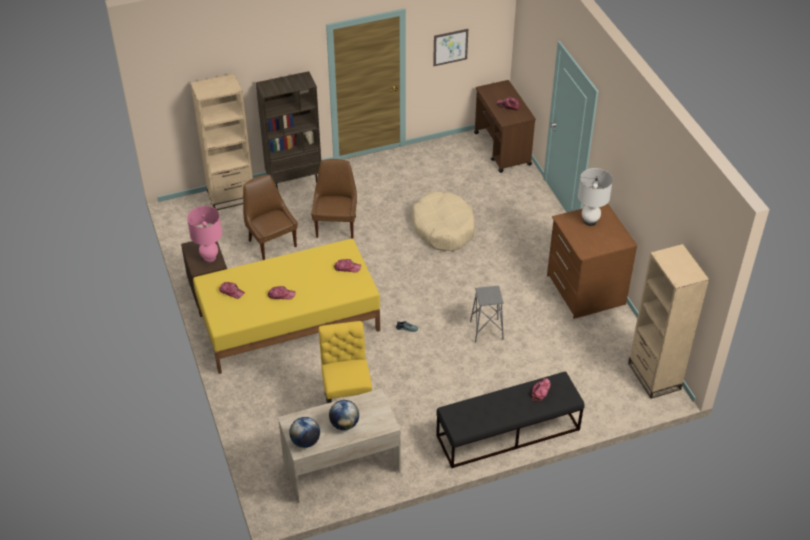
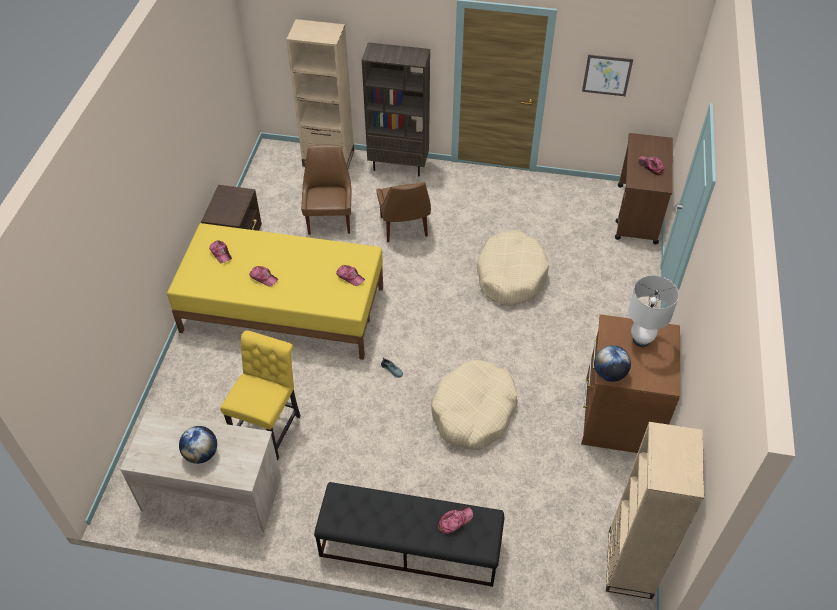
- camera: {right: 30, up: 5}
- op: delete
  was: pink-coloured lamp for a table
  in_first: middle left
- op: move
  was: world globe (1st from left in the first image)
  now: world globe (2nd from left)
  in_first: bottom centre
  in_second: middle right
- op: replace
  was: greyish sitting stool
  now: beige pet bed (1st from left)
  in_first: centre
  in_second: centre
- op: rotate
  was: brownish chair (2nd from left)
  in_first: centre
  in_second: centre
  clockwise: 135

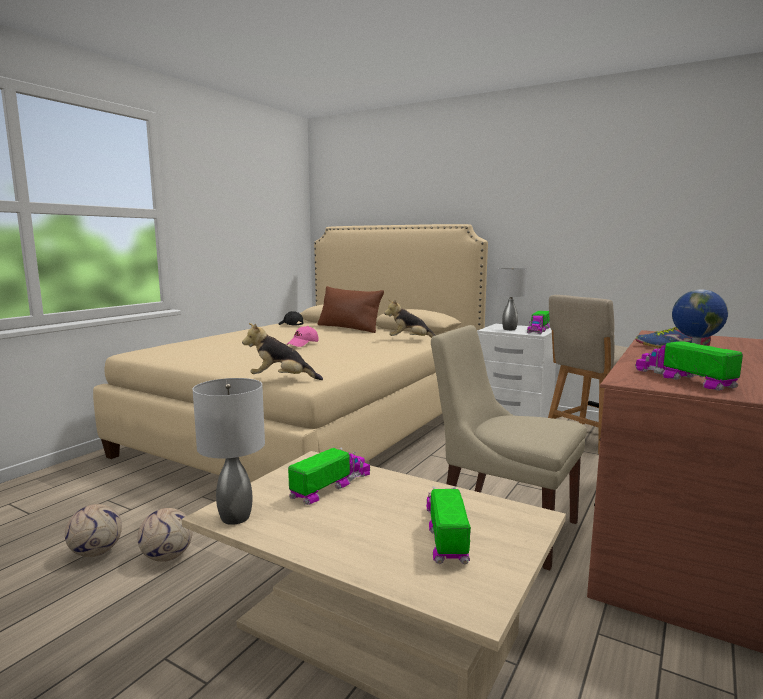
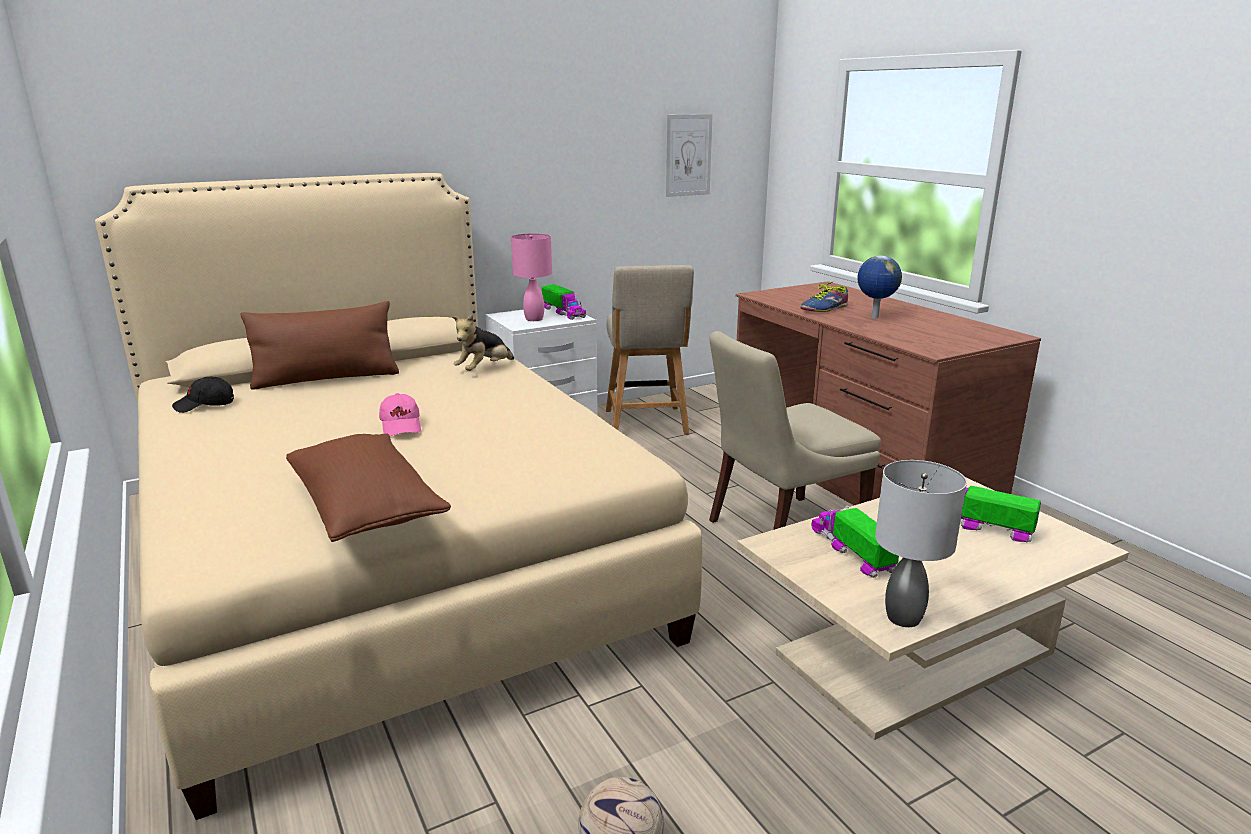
- camera: {right: -60, up: 10}
- op: delete
  was: ball for football (2nd from left)
  in_first: bottom left
- op: delete
  was: cuddly toy (1st from left)
  in_first: centre
- op: delete
  was: toy truck (4th from left)
  in_first: middle right
- op: insert
  now: brownish throw pillow (2nd from left)
  in_second: middle left
- op: insert
  now: wall picture
  in_second: top centre
- op: recolor
  was: greyish lamp for a table (2nd from left)
  now: pink-coloured lamp for a table
  in_first: middle right
  in_second: top centre

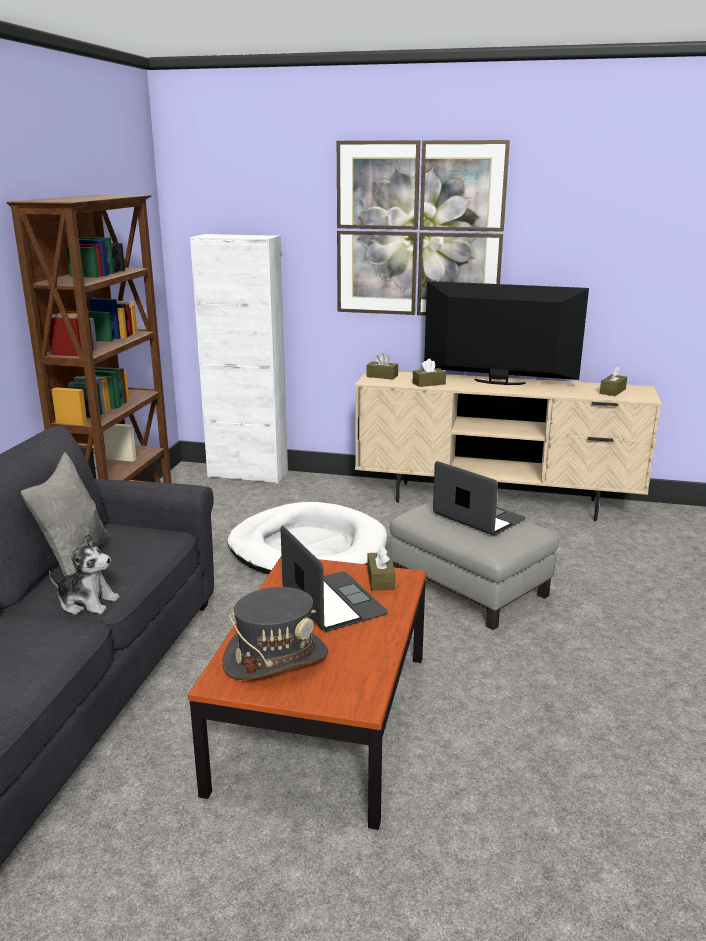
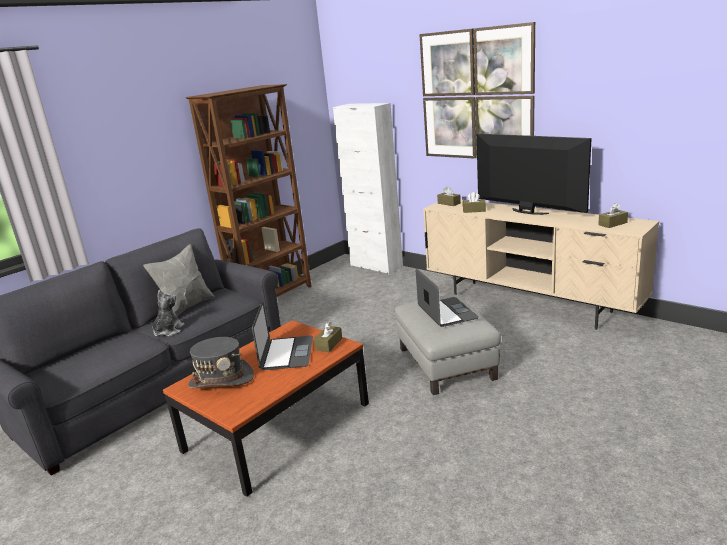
- camera: {right: 30, up: 0}
- op: delete
  was: whitish pet bed
  in_first: centre
- op: rotate
  was: cuddly toy
  in_first: middle left
  in_second: middle left
  clockwise: -120

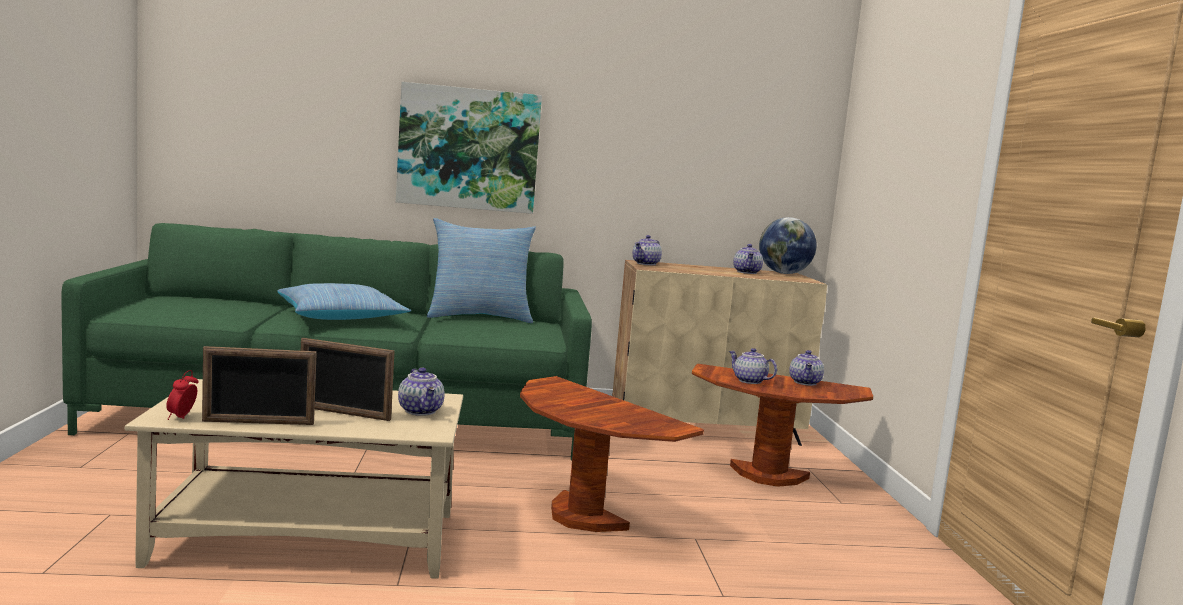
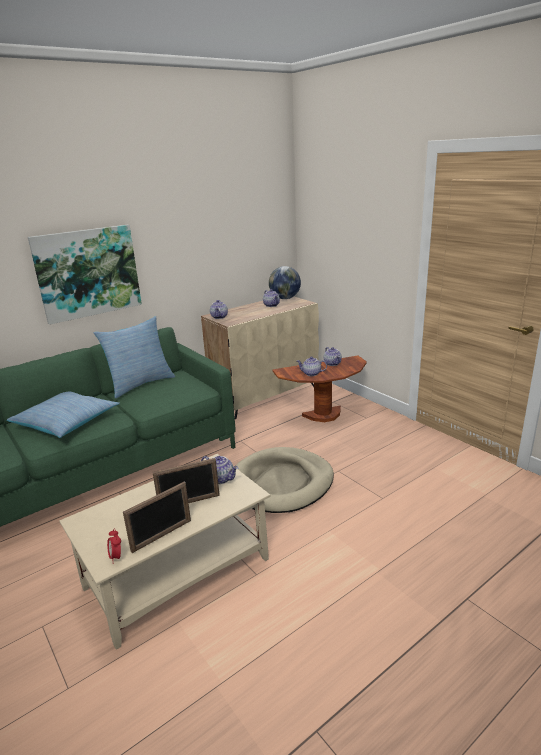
- camera: {right: -30, up: 15}
- op: replace
  was: brownish side table (1st from left)
  now: beige pet bed
  in_first: bottom centre
  in_second: centre

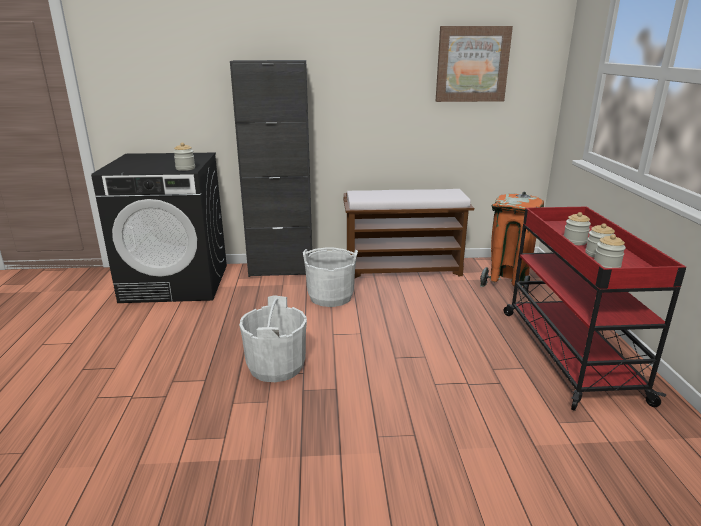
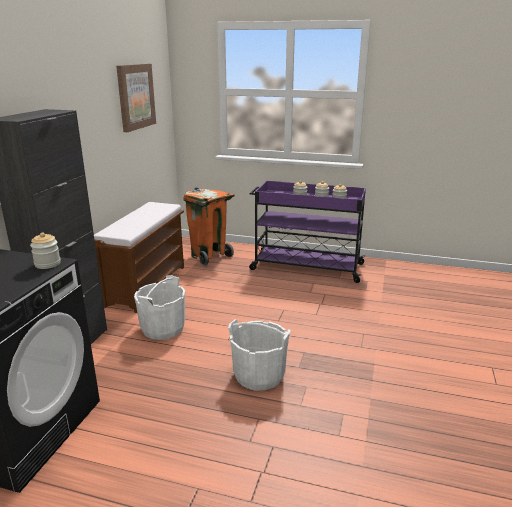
- camera: {right: -70, up: 0}
- op: recolor
  was: red cart
  now: purple cart
  in_first: middle right
  in_second: centre

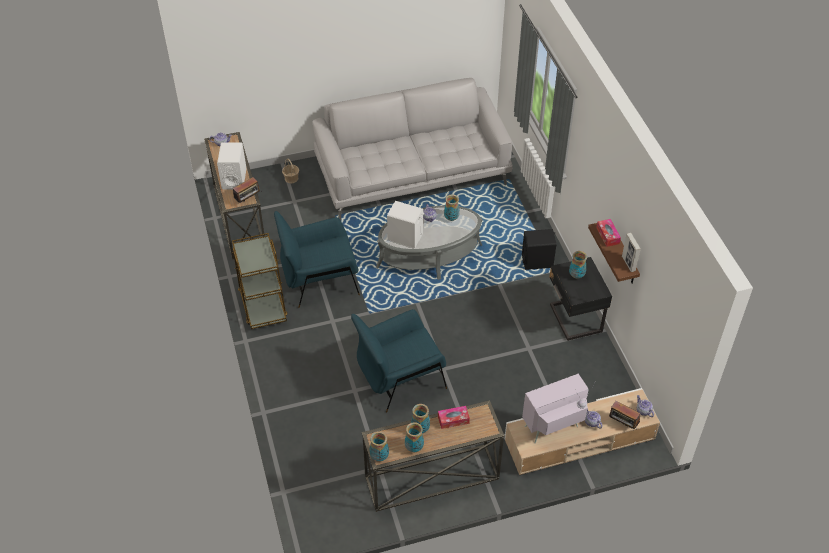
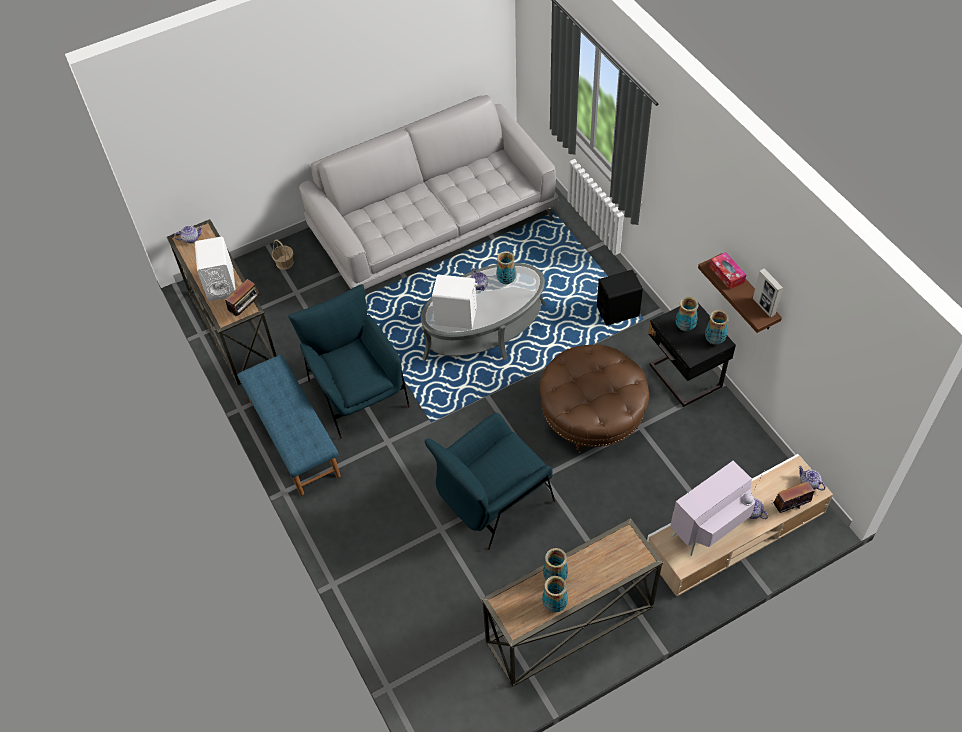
- camera: {right: -10, up: 5}
- op: delete
  was: box of tissues (1st from left)
  in_first: bottom centre
- op: insert
  now: brownish ottoman
  in_second: centre
- op: move
  was: vase (1st from left in the first image)
  now: vase (5th from left)
  in_first: bottom centre
  in_second: middle right
- op: replace
  was: brownish cart
  now: blue-coloured indoor bench
  in_first: middle left
  in_second: middle left
- op: rotate
  was: blue-coloured armchair (1st from left)
  in_first: centre
  in_second: centre
  clockwise: 90
- op: rotate
  was: radio (2nd from left)
  in_first: bottom right
  in_second: bottom right
  clockwise: 135

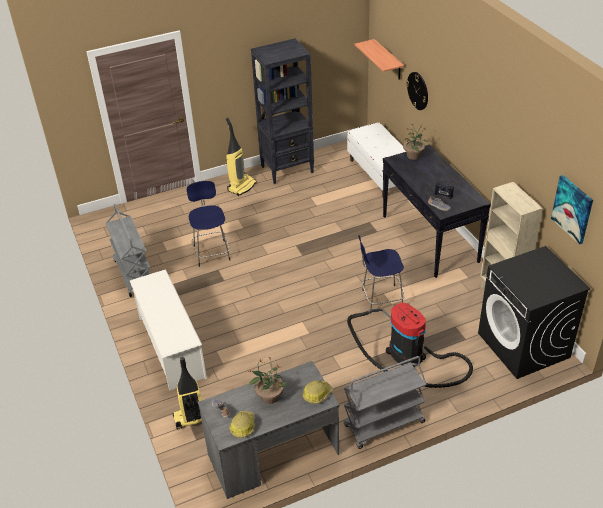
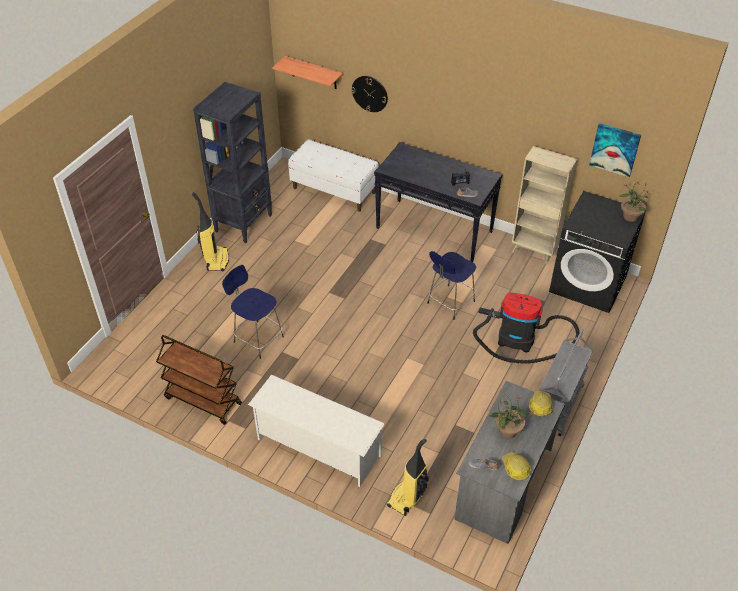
- camera: {right: -40, up: 5}
- op: move
  was: plant in a pot (2nd from left)
  in_first: top right
  in_second: middle right
- op: recolor
  was: greyish cart (1st from left)
  now: brownish cart
  in_first: middle left
  in_second: middle left

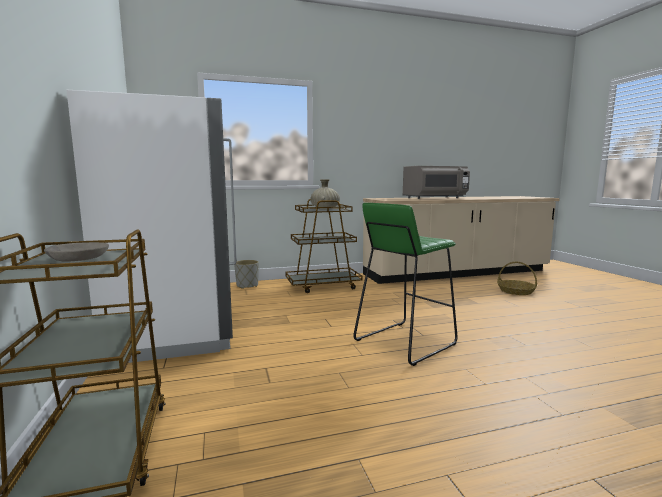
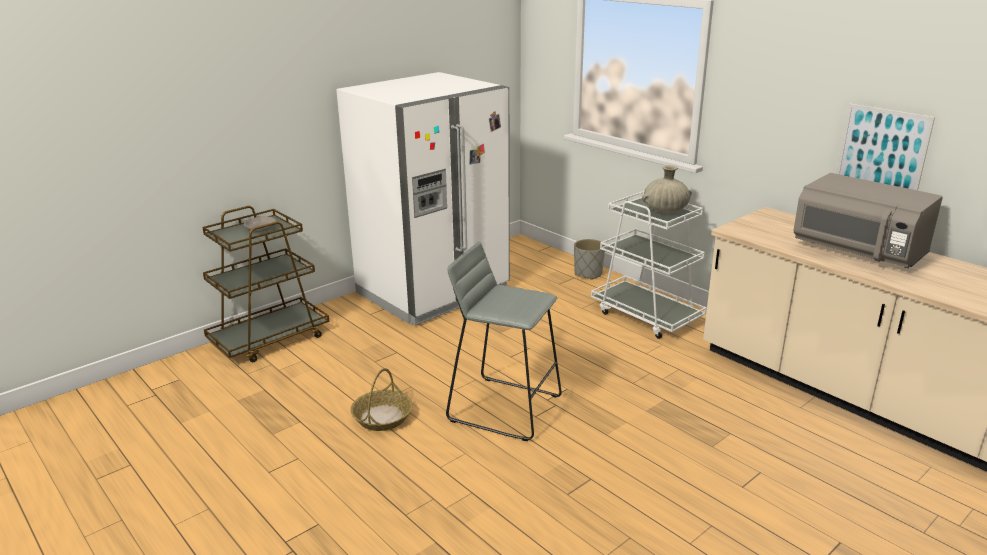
- camera: {right: 65, up: 15}
- op: insert
  now: wall picture
  in_second: top right
- op: move
  was: basket
  in_first: middle right
  in_second: bottom centre
- op: recolor
  was: brownish cart (2nd from left)
  now: whitish cart
  in_first: centre
  in_second: centre
- op: recolor
  was: green sitting stool
  now: greyish sitting stool
  in_first: centre
  in_second: centre

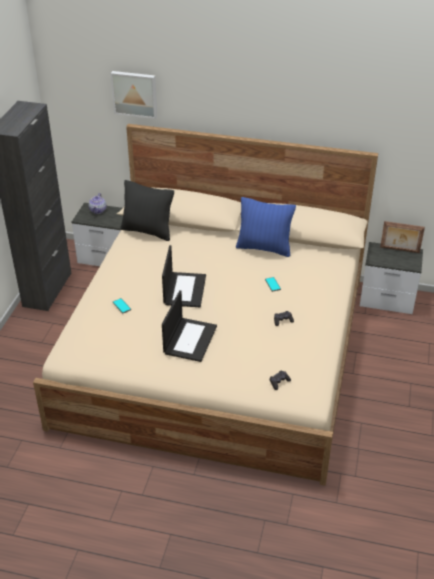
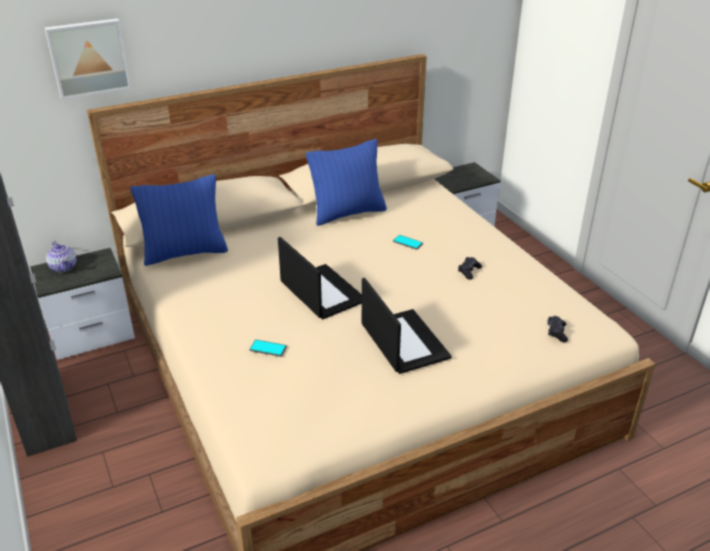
- camera: {right: -40, up: -5}
- op: delete
  was: photo frame
  in_first: middle right
- op: recolor
  was: black throw pillow
  now: blue-coloured throw pillow (1st from left)
  in_first: centre
  in_second: middle left

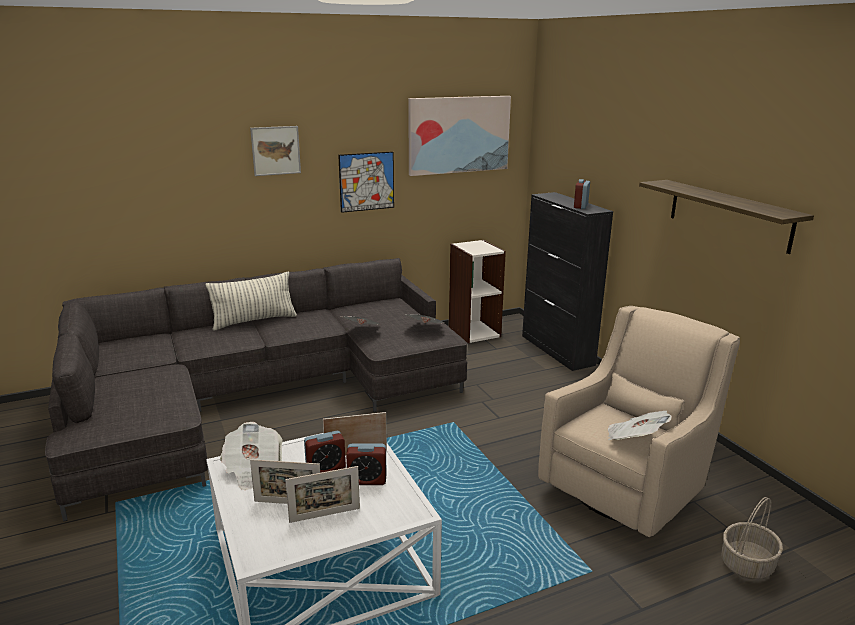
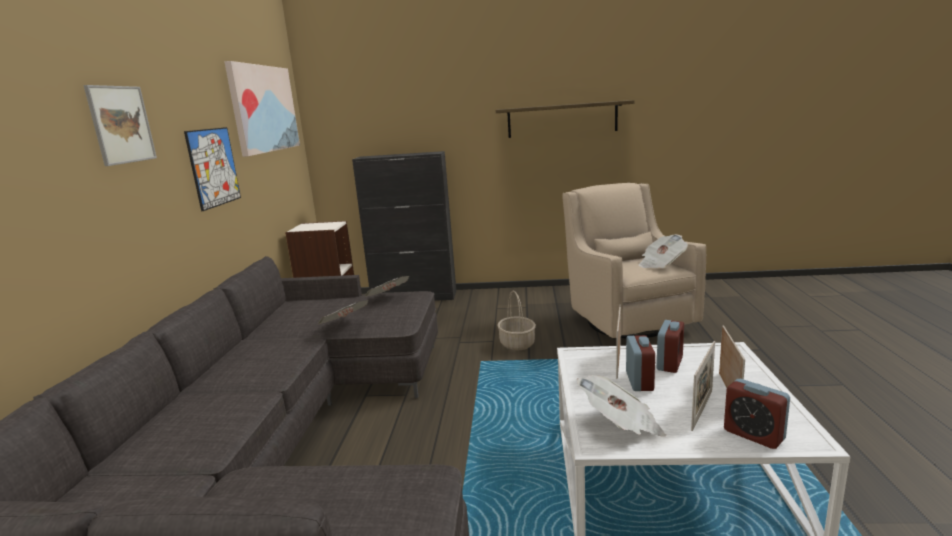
- camera: {right: -60, up: -5}
- op: delete
  was: throw pillow
  in_first: middle left
- op: move
  was: alarm clock (3rd from left)
  in_first: top right
  in_second: bottom right
- op: move
  was: basket
  in_first: bottom right
  in_second: centre

